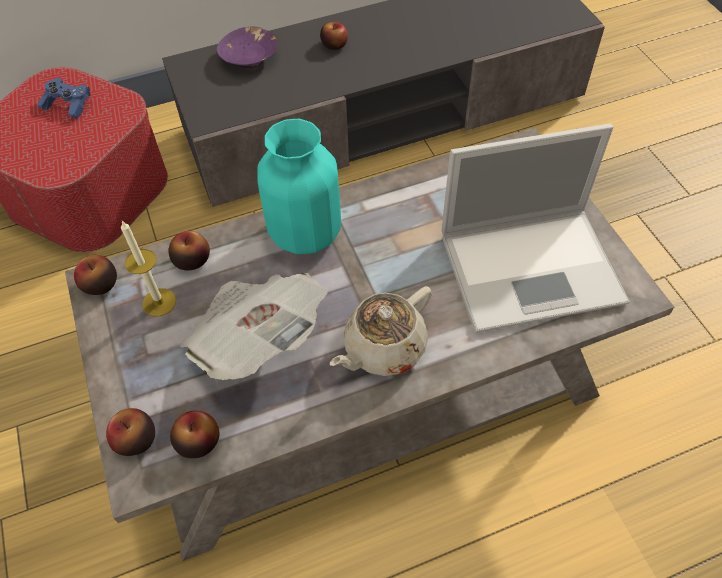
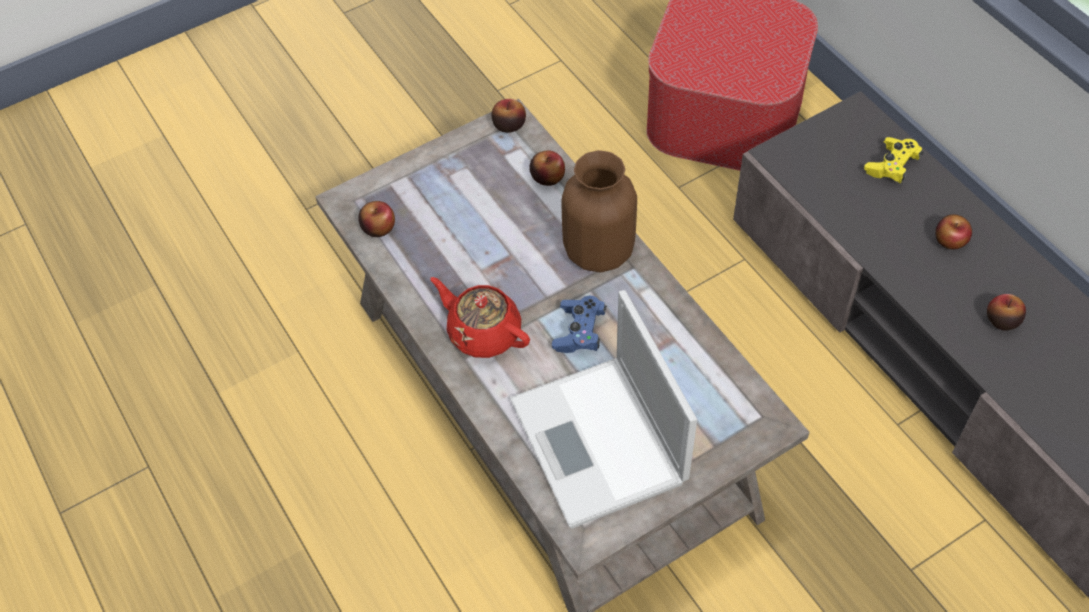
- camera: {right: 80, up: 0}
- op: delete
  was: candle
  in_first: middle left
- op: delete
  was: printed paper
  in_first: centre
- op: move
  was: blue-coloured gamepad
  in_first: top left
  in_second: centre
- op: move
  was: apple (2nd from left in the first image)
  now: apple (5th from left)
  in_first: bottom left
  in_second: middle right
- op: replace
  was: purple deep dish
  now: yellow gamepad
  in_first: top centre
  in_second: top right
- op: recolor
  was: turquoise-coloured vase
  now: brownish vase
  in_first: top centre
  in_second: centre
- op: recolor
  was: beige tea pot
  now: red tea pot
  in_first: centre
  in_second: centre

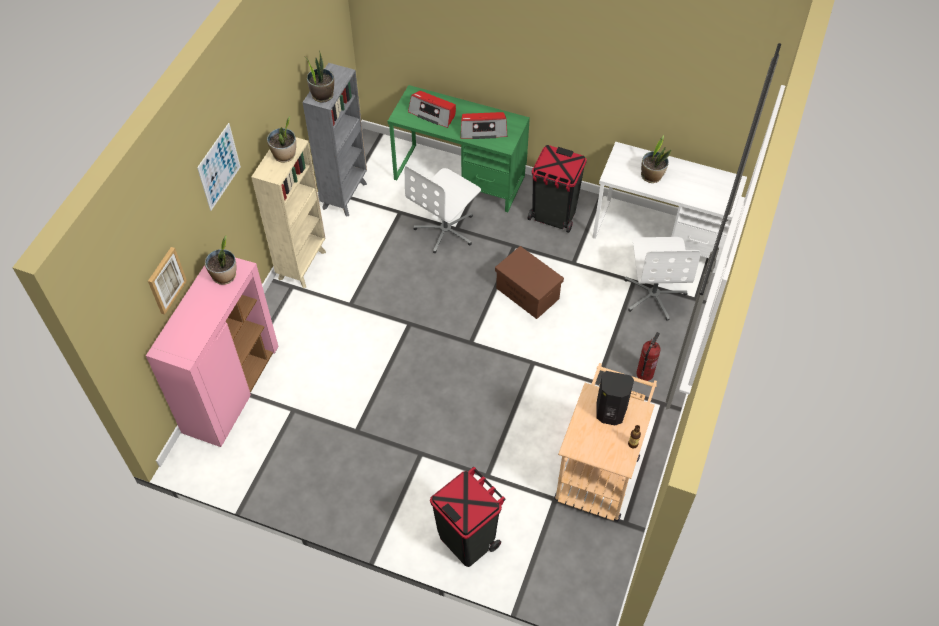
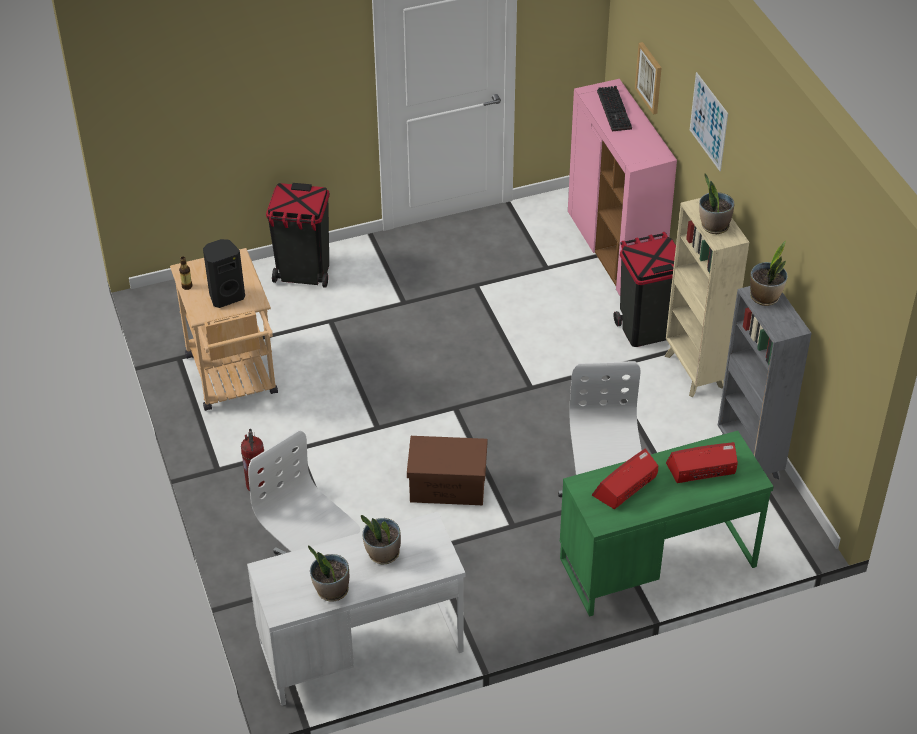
- camera: {right: 140, up: -10}
- op: insert
  now: keyboard
  in_second: top right
- op: move
  was: plant in a pot (1st from left)
  in_first: middle left
  in_second: bottom centre
- op: move
  was: black waste bin (2nd from left)
  in_first: top centre
  in_second: middle right

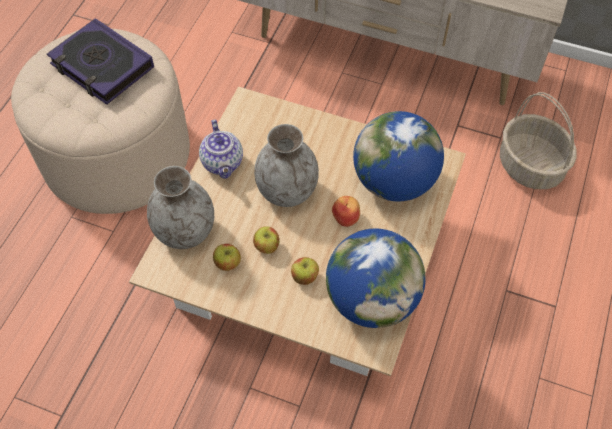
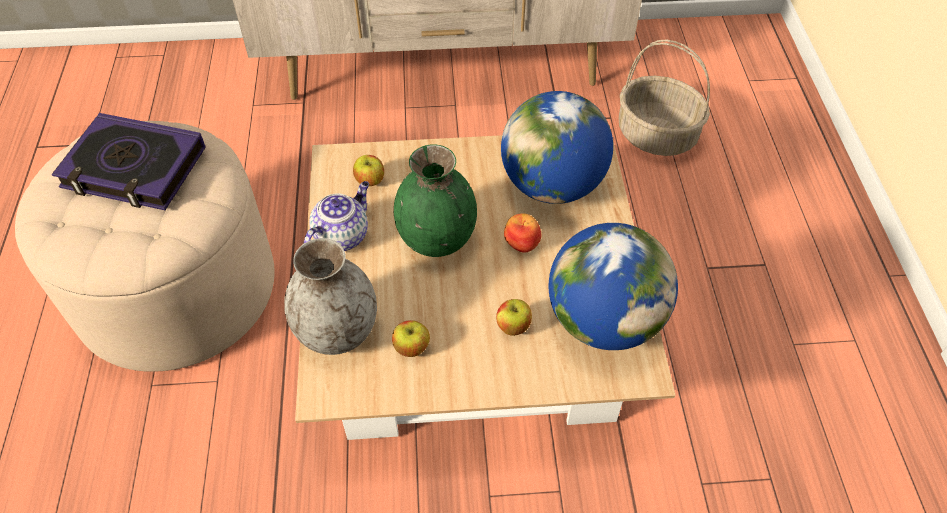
- camera: {right: -25, up: -5}
- op: move
  was: apple (2nd from left in the first image)
  now: apple (1st from left)
  in_first: centre
  in_second: top centre
- op: recolor
  was: greyish vase (2nd from left)
  now: green vase
  in_first: centre
  in_second: centre
- op: rotate
  was: tea pot
  in_first: centre
  in_second: centre
  clockwise: -105

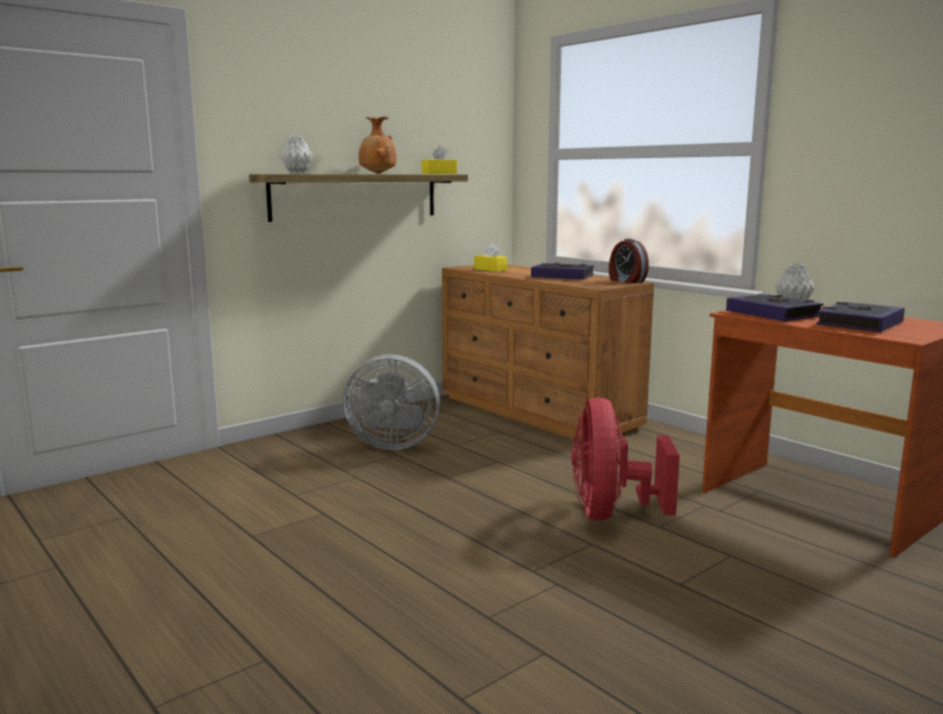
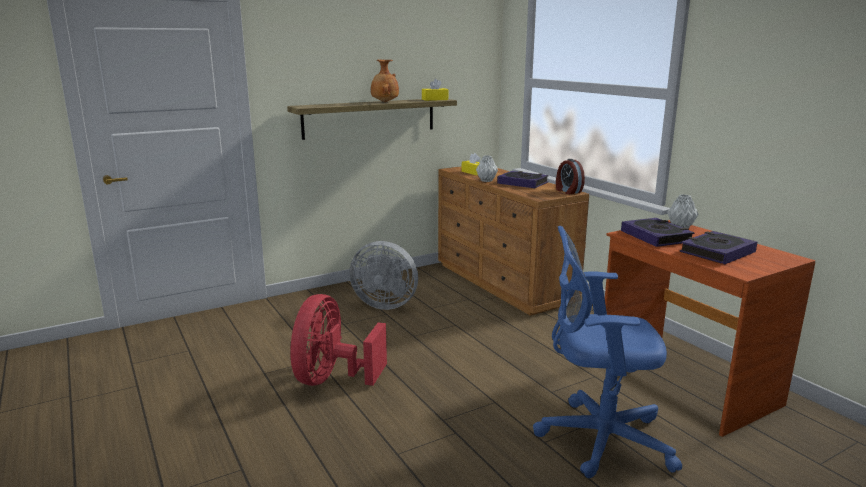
- camera: {right: 10, up: 5}
- op: insert
  now: blue-coloured desk chair
  in_second: bottom right
- op: move
  was: greyish vase (1st from left)
  in_first: top left
  in_second: centre
- op: move
  was: red cooling fan
  in_first: centre
  in_second: bottom centre

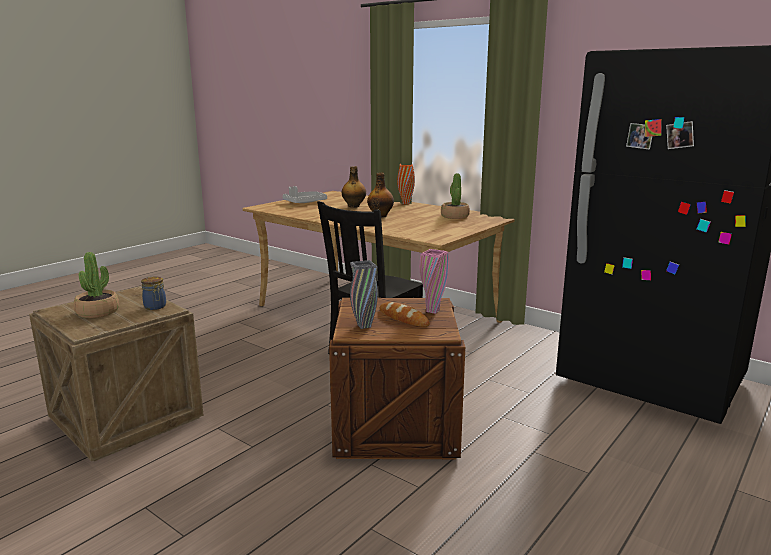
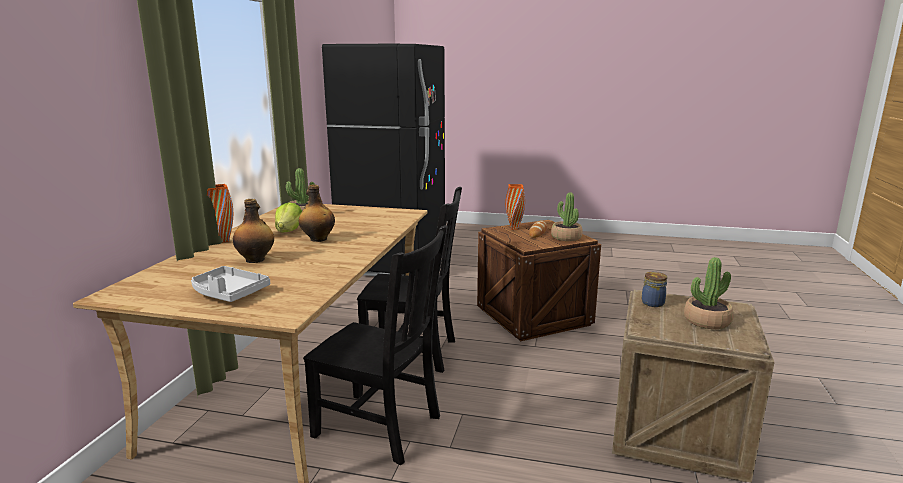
- camera: {right: -115, up: 0}
- op: insert
  now: lettuce head
  in_second: middle left
- op: insert
  now: black chair (1st from left)
  in_second: bottom centre
- op: replace
  was: greyish vase
  now: plant in a pot (2nd from left)
  in_first: centre
  in_second: centre
- op: recolor
  was: pink-coloured vase
  now: orangey vase (2nd from left)
  in_first: centre
  in_second: centre

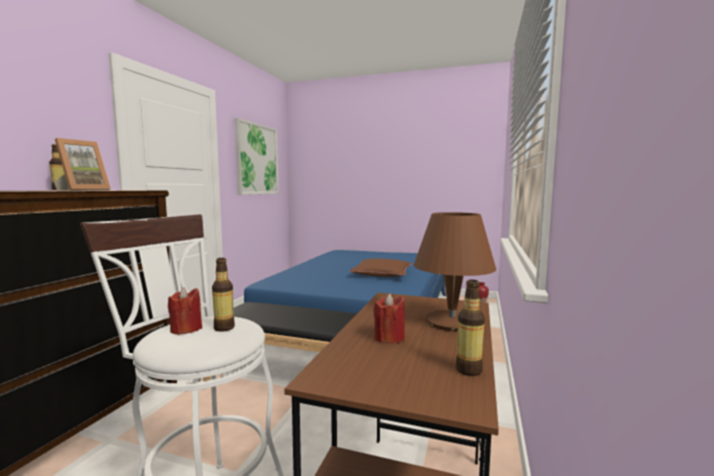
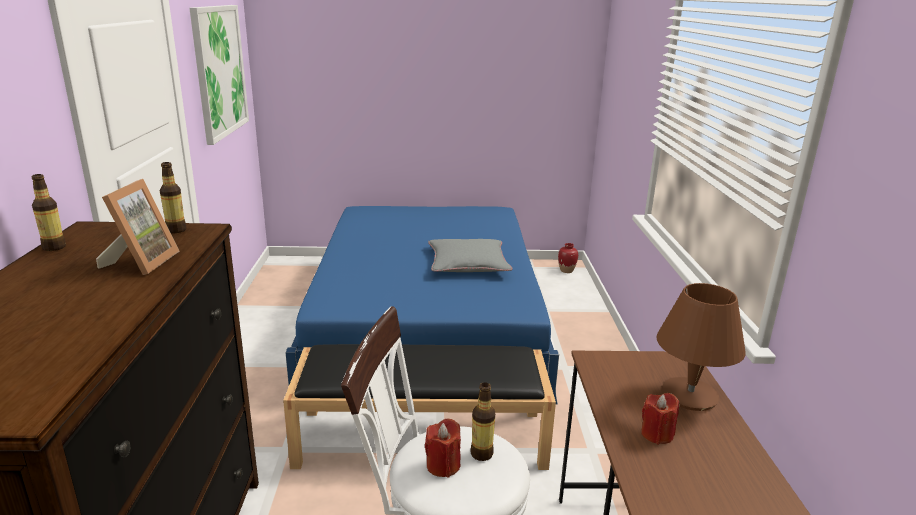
- camera: {right: -20, up: 15}
- op: move
  was: bottle (3rd from left in the first image)
  now: bottle (2nd from left)
  in_first: bottom centre
  in_second: middle left
- op: recolor
  was: brownish throw pillow
  now: greyish throw pillow
  in_first: centre
  in_second: centre

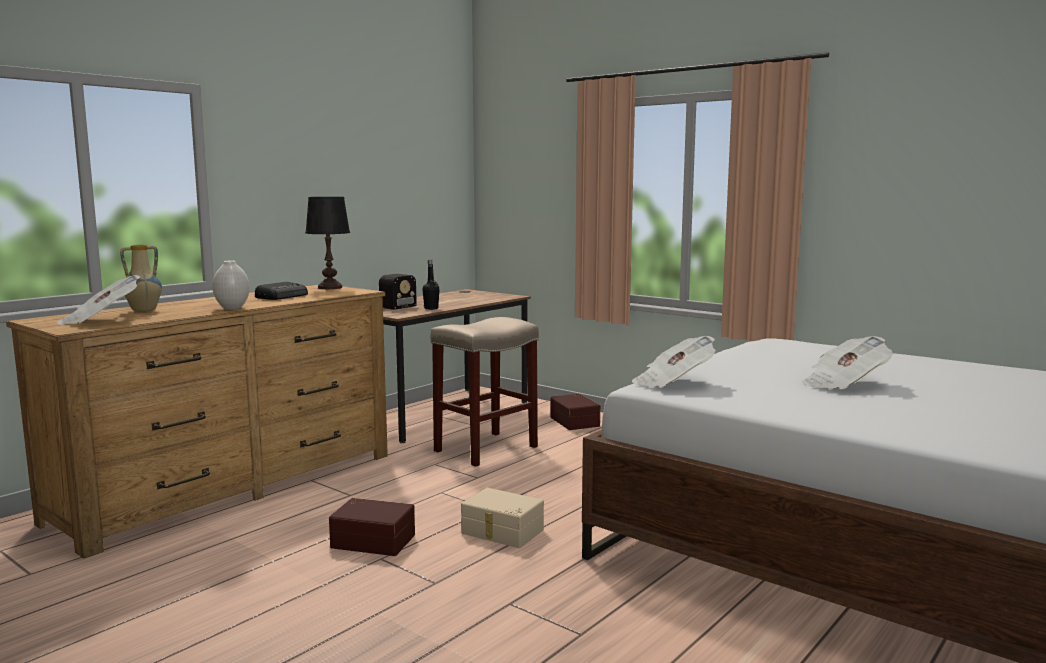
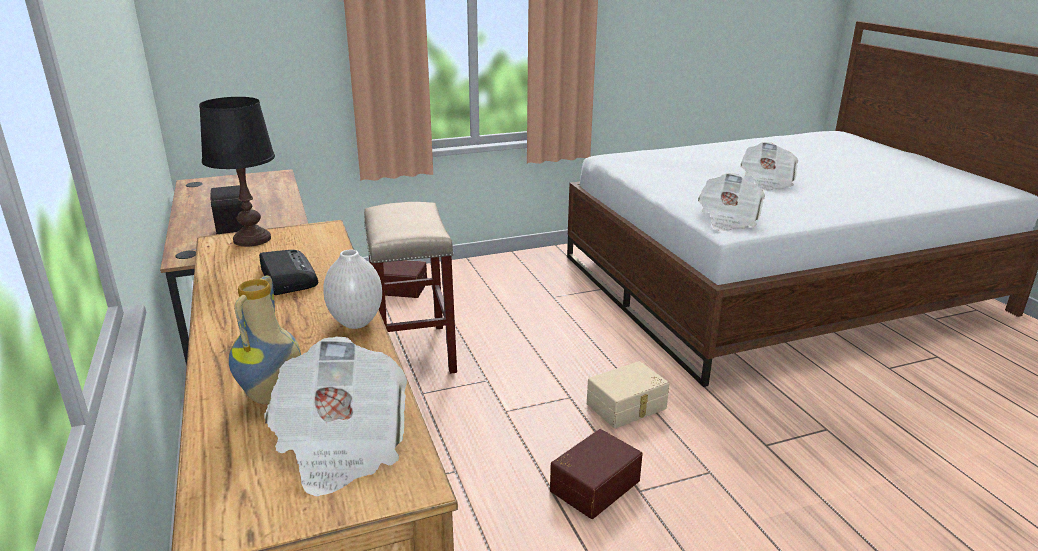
- camera: {right: -60, up: 15}
- op: delete
  was: black bottle
  in_first: centre

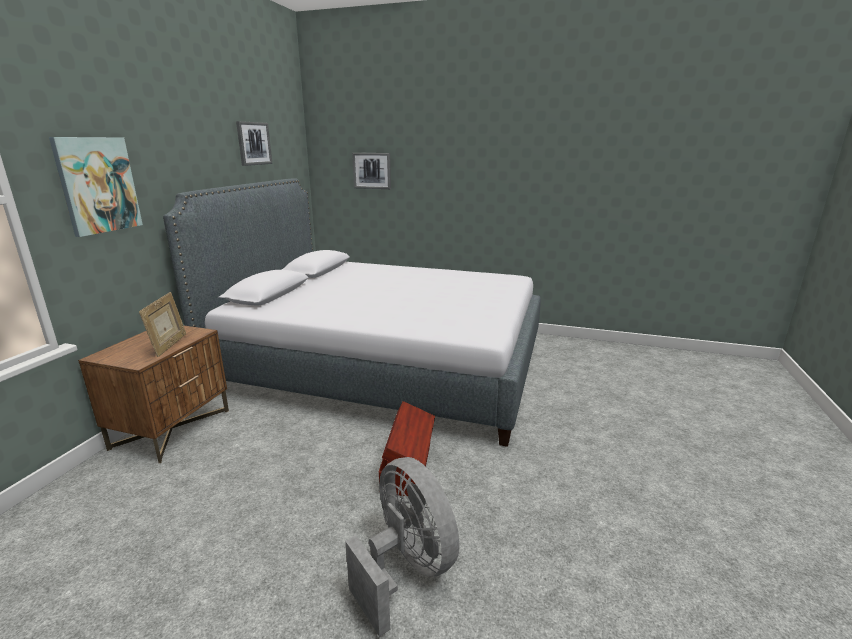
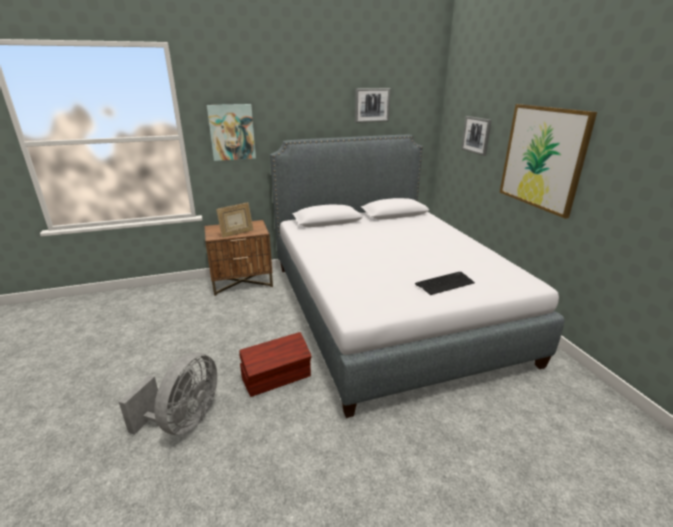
- camera: {right: 55, up: 5}
- op: insert
  now: keyboard
  in_second: centre
- op: insert
  now: wall picture (4th from left)
  in_second: top right

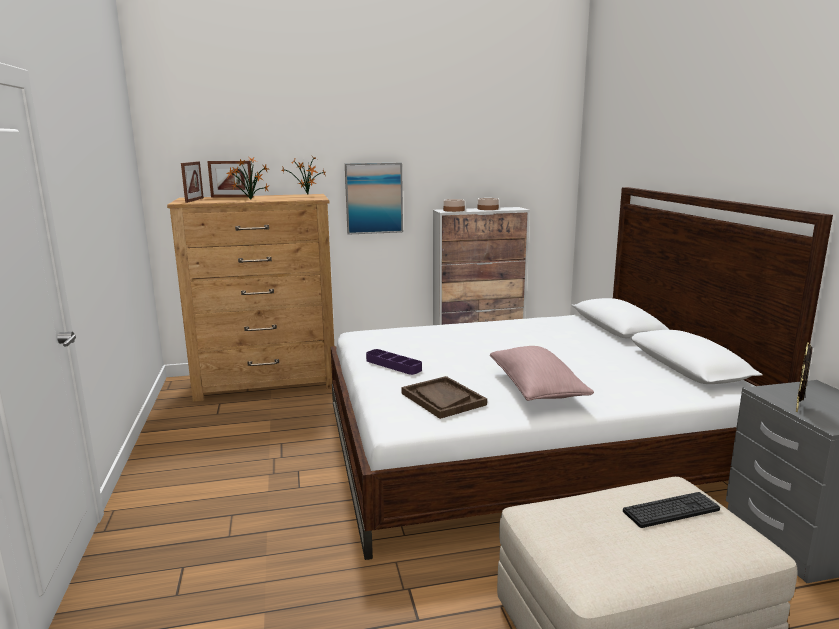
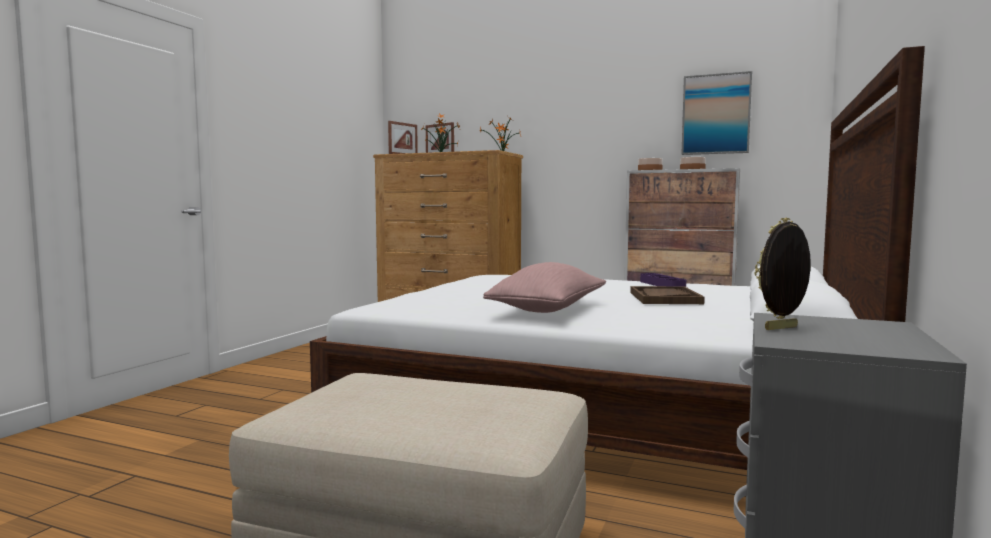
- camera: {right: 35, up: -10}
- op: delete
  was: keyboard
  in_first: bottom right
- op: move
  was: wall picture
  in_first: top centre
  in_second: top right
- op: move
  was: purple tray
  in_first: centre
  in_second: middle right
- op: move
  was: brownish tray
  in_first: centre
  in_second: middle right

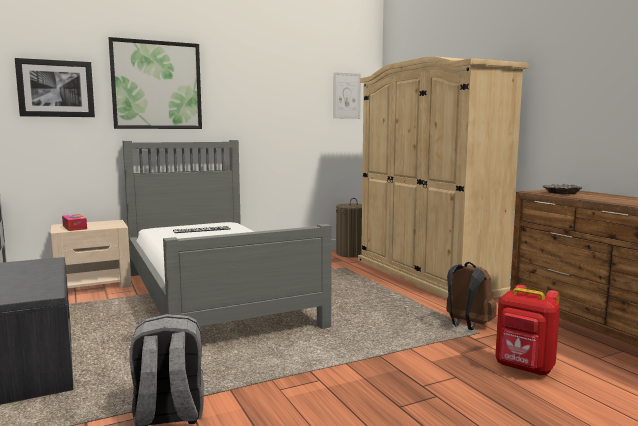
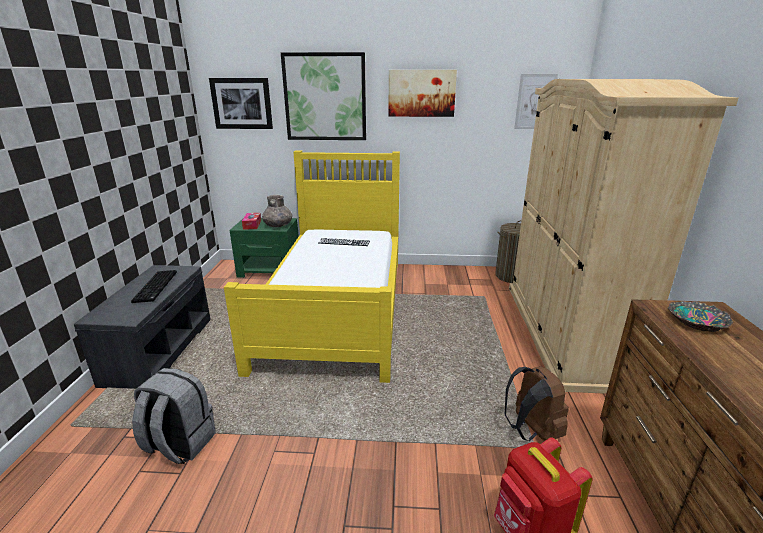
- camera: {right: 30, up: 15}
- op: insert
  now: keyboard (1st from left)
  in_second: middle left
- op: insert
  now: greyish vase
  in_second: centre
- op: insert
  now: wall picture (3rd from left)
  in_second: top centre
- op: recolor
  was: beige nightstand
  now: green nightstand
  in_first: middle left
  in_second: centre
- op: recolor
  was: greyish bedroom bed
  now: yellow bedroom bed
  in_first: centre
  in_second: centre

